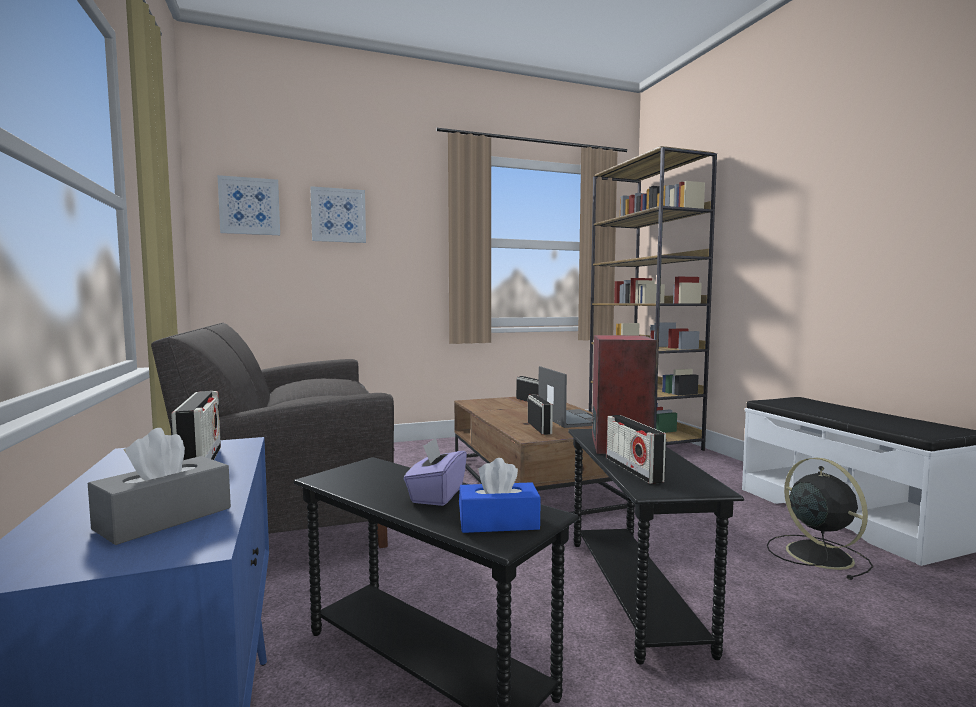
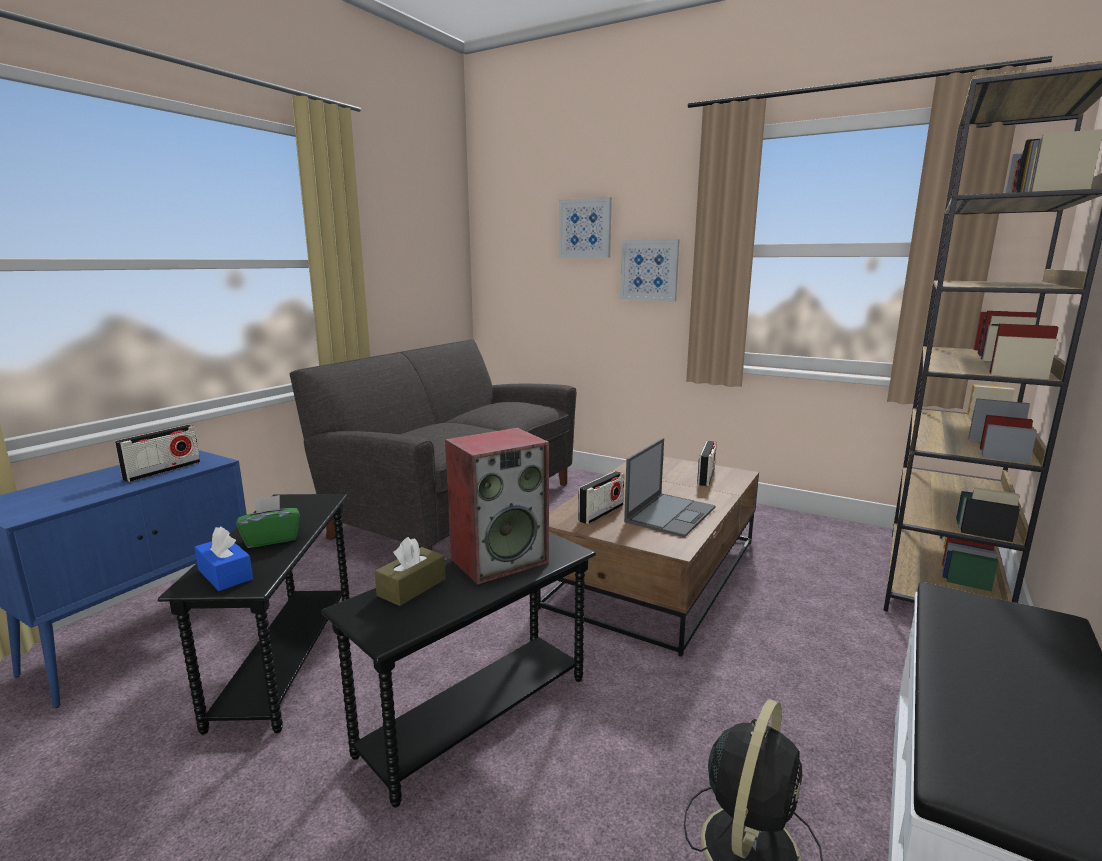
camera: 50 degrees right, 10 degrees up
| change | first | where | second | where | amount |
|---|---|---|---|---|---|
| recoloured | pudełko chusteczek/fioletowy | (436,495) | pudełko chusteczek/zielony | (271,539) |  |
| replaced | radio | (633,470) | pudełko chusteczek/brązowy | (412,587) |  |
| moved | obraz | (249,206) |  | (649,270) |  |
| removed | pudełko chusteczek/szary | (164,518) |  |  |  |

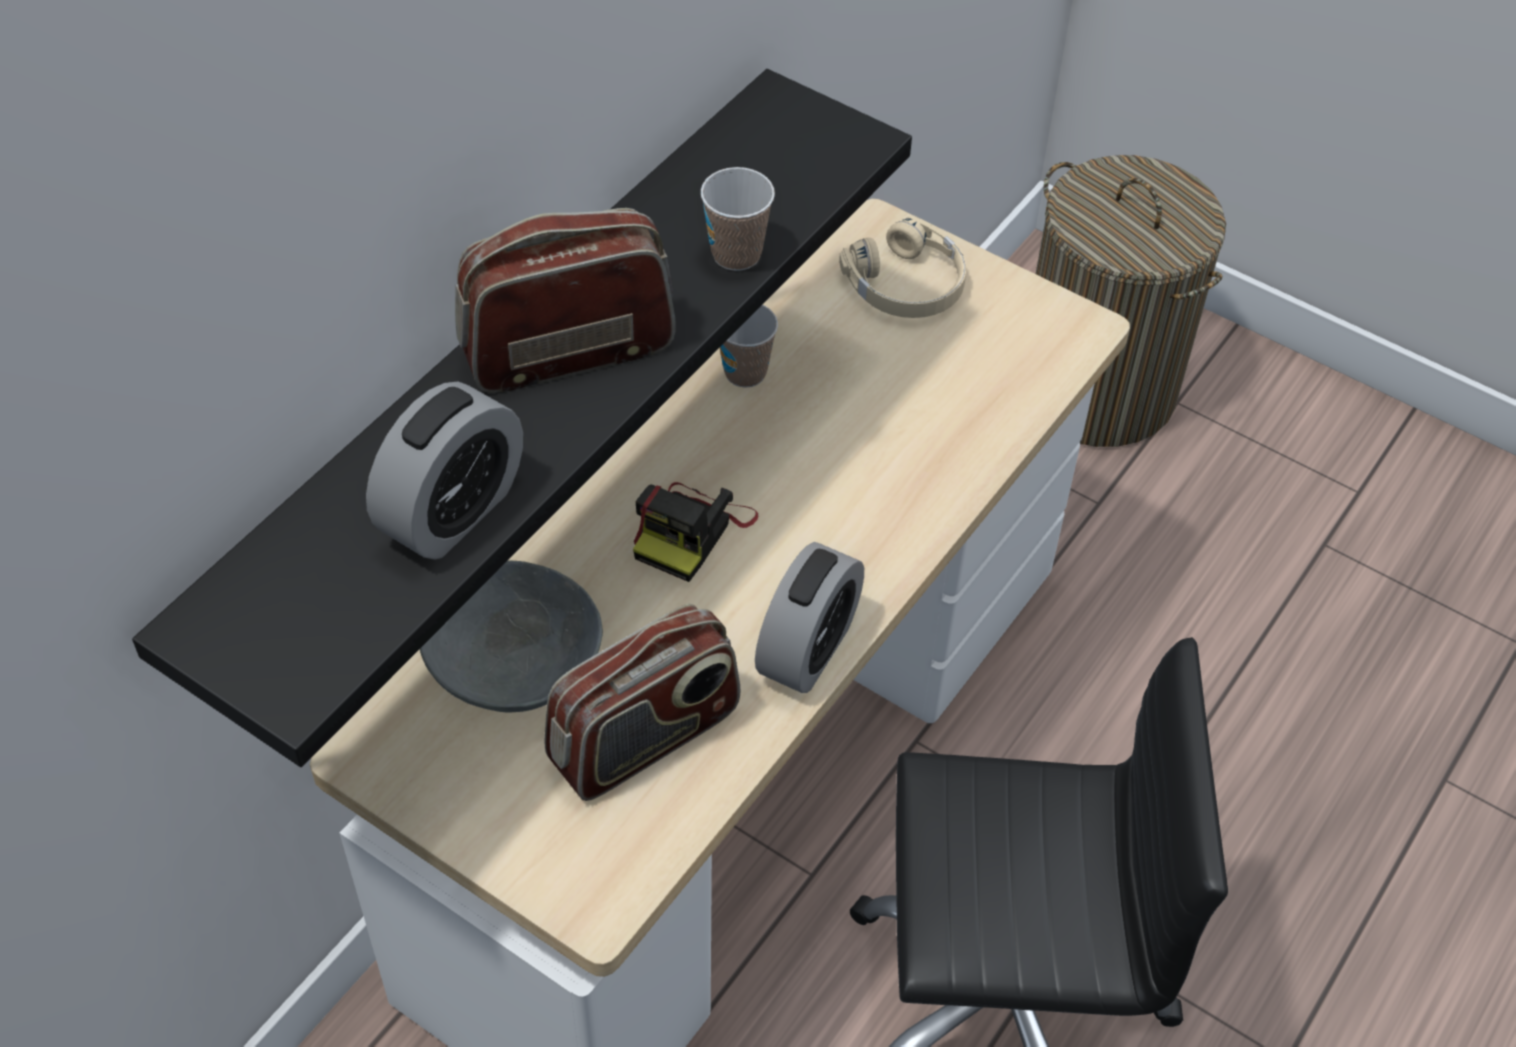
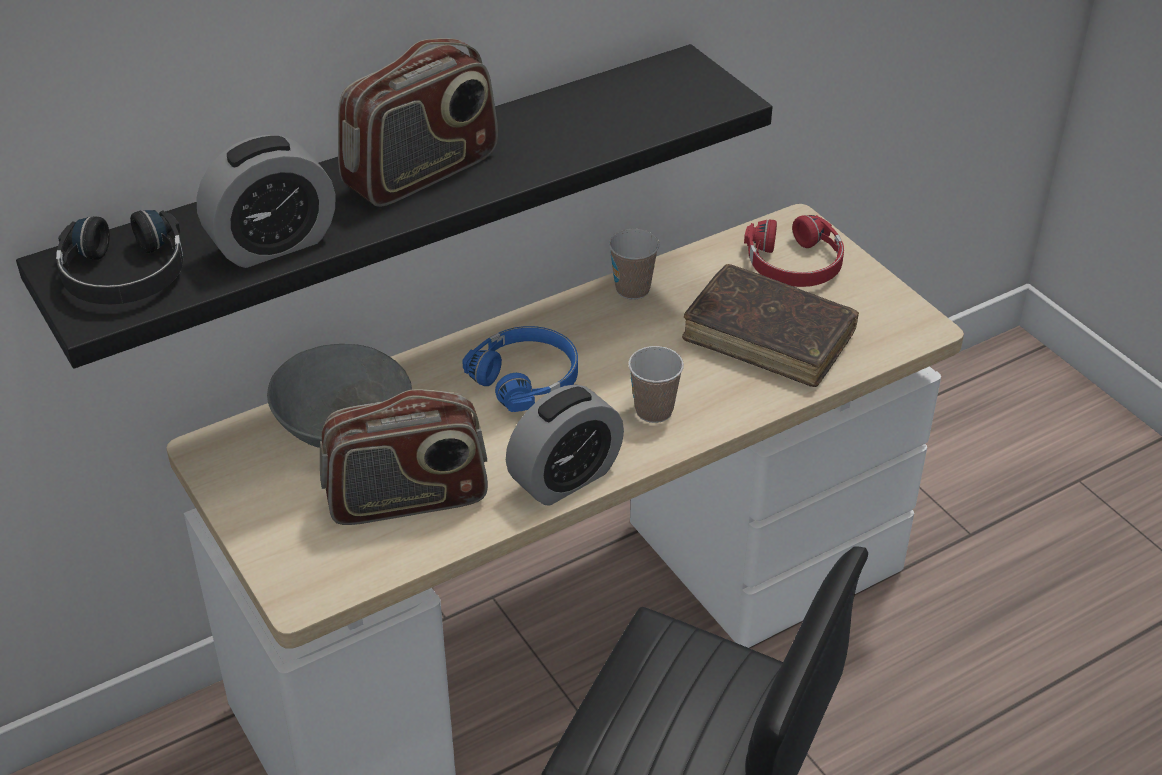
camera: 25 degrees right, 10 degrees down
| change | first | where | second | where | amount |
|---|---|---|---|---|---|
| added |  |  | słuchawki/czarny | (124,275) |  |
| turned | radio | (568,350) |  | (422,172) | 135 degrees clockwise |
| replaced | aparat fotograficzny | (691,532) | słuchawki/niebieski | (527,378) |  |
| moved | filiżanka | (736,254) |  | (654,411) |  |
| added |  |  | książka/brązowy | (768,338) |  |
| recoloured | słuchawki/beżowy | (907,284) | słuchawki/czerwony | (795,264) |  |
| removed | kosz na pranie | (1095,388) |  |  |  |

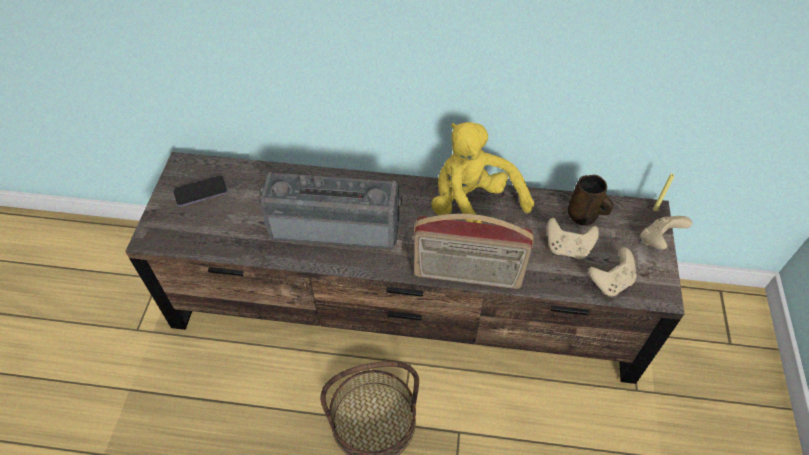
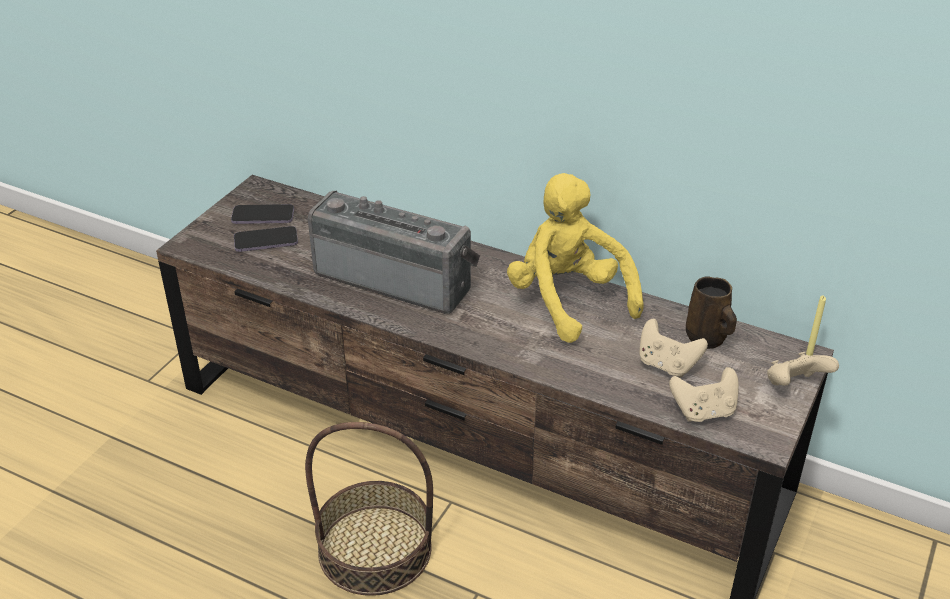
camera: 20 degrees right, 15 degrees down
| change | first | where | second | where | amount |
|---|---|---|---|---|---|
| added |  |  | telefon | (266,241) |  |
| removed | radio | (467,276) |  |  |  |

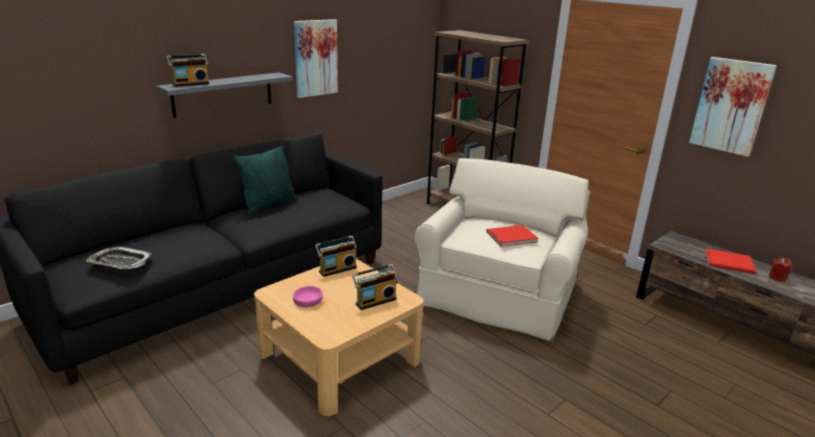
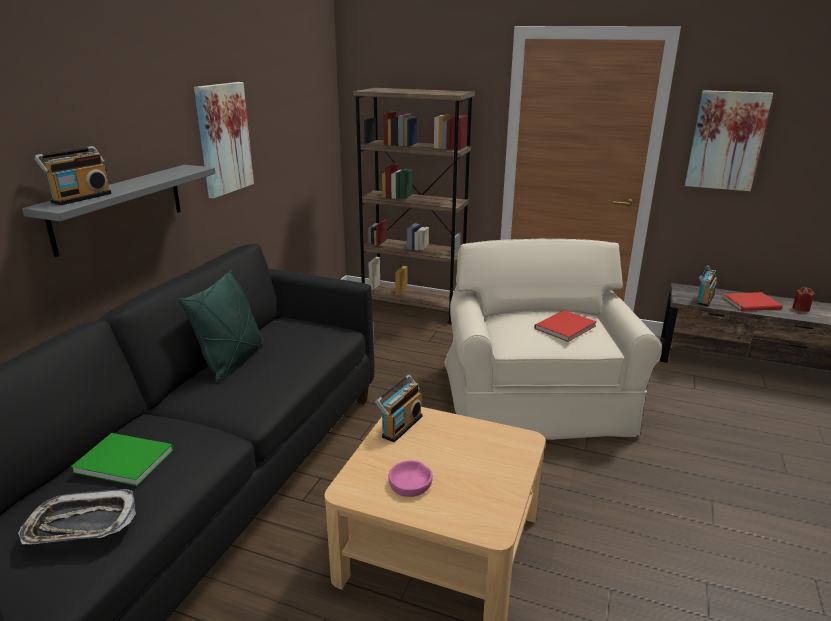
camera: 25 degrees left, 0 degrees up
| change | first | where | second | where | amount |
|---|---|---|---|---|---|
| added |  |  | książka/zielony | (124,459) |  |
| moved | radio | (375,301) |  | (703,299) |  |

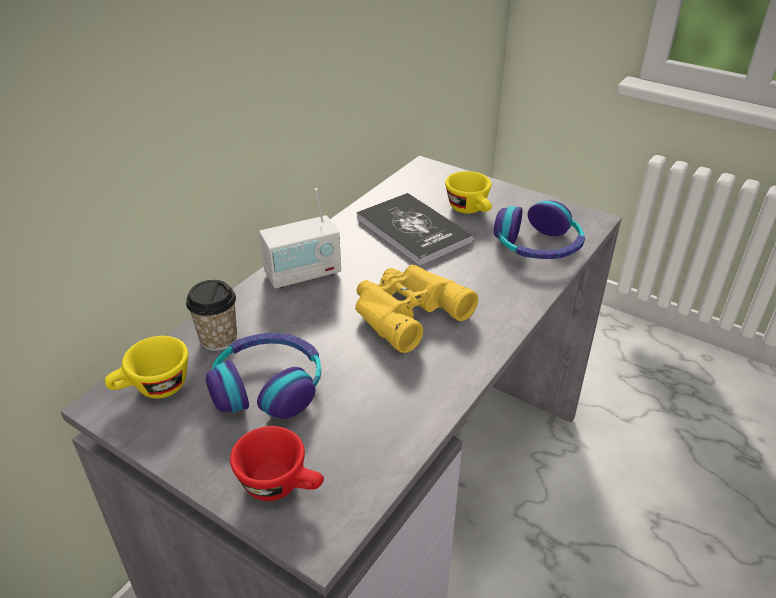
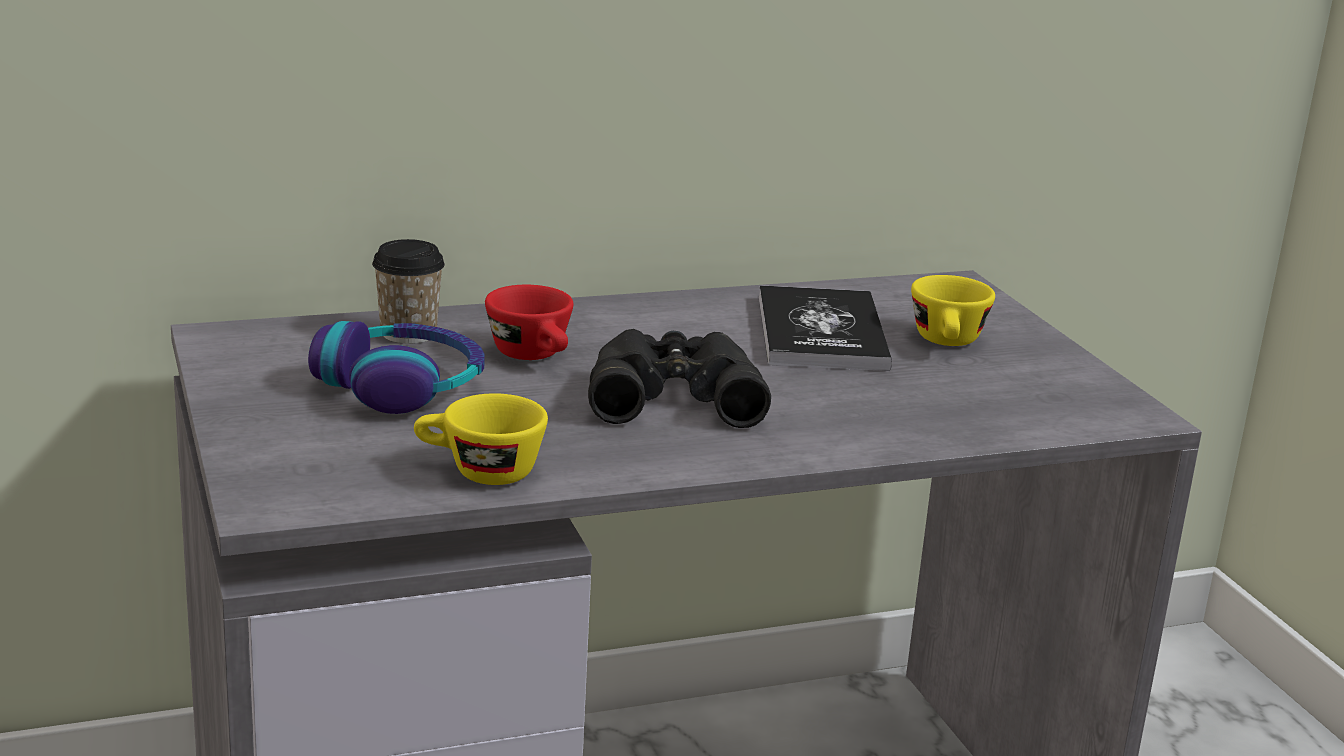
camera: 35 degrees right, 15 degrees down
| change | first | where | second | where | amount |
|---|---|---|---|---|---|
| moved | filiżanka/żółty | (153,389) |  | (479,472) |  |
| moved | filiżanka/czerwony | (282,485) |  | (535,356) |  |
| recoloured | lornetka/żółty | (405,311) | lornetka/czarny | (673,394) |  |
| removed | radio | (303,274) |  |  |  |
| removed | słuchawki | (537,246) |  |  |  |

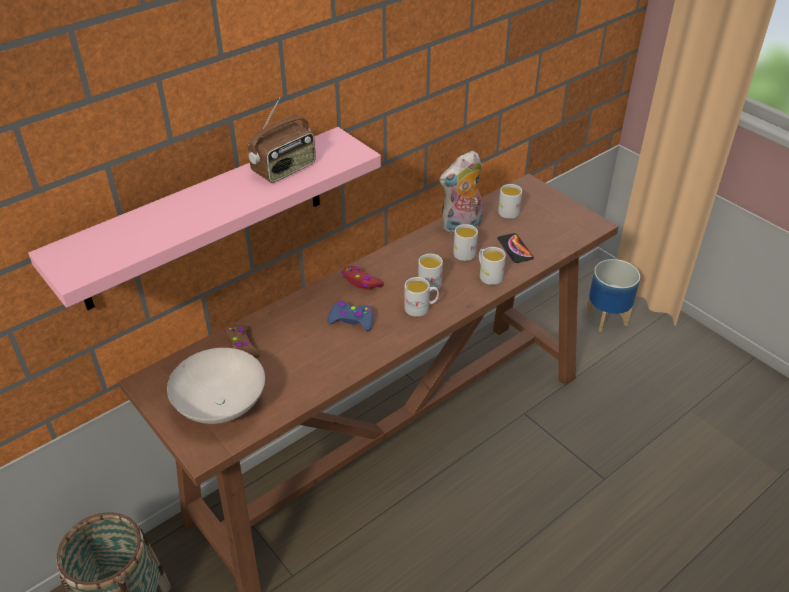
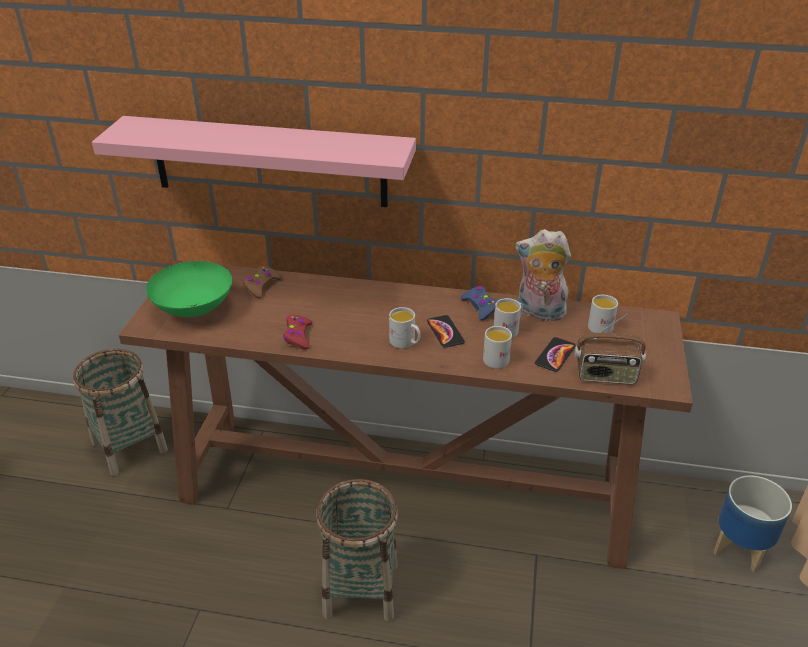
camera: 50 degrees right, 5 degrees down
| change | first | where | second | where | amount |
|---|---|---|---|---|---|
| recoloured | miska/biały | (221,404) | miska/zielony | (195,308) |  |
| moved | pad do gier/czerwony | (361,282) |  | (298,336) |  |
| added |  |  | koszyk | (361,589) |  |
| replaced | kubek/biały | (431,281) | telefon | (445,332) |  |
| moved | pad do gier/niebieski | (351,320) |  | (480,307) |  |
| moved | radio | (284,169) |  | (606,375) |  |

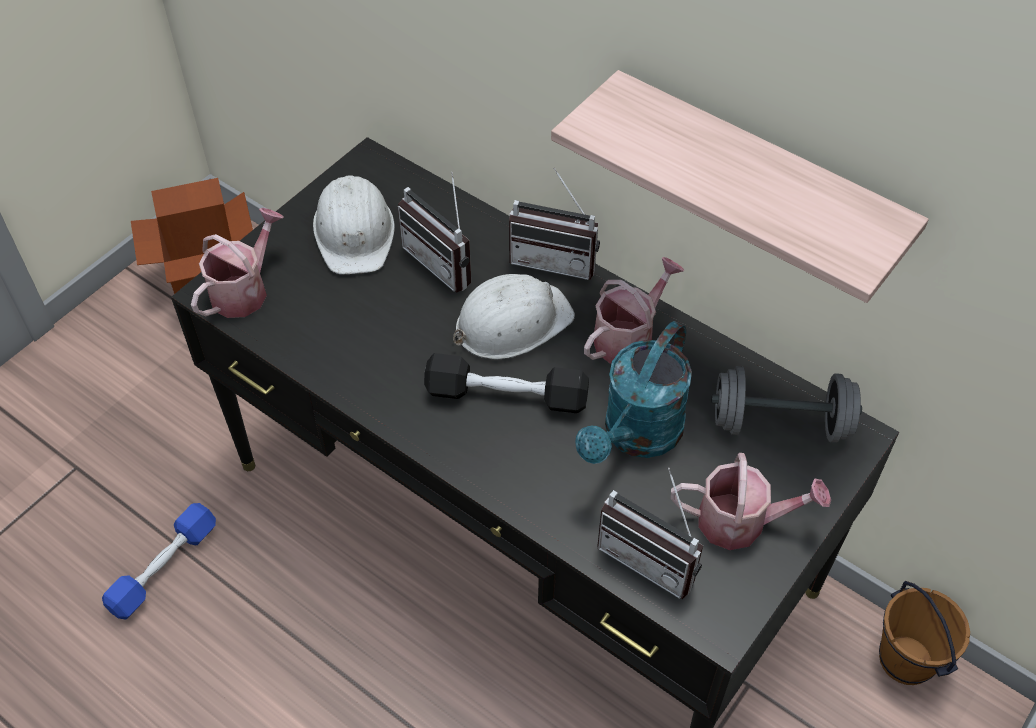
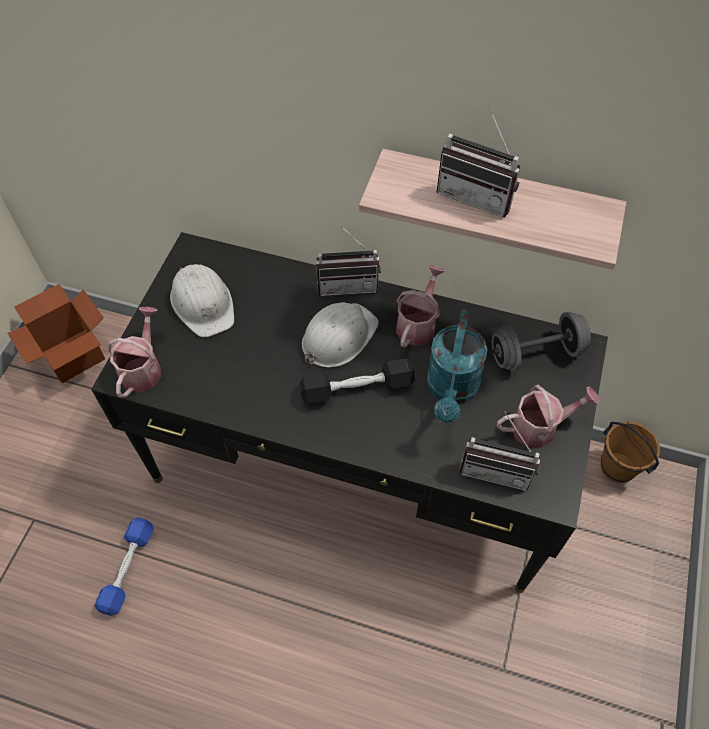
camera: 20 degrees left, 5 degrees up
| change | first | where | second | where | amount |
|---|---|---|---|---|---|
| moved | radio | (445,261) |  | (477,195) |  |

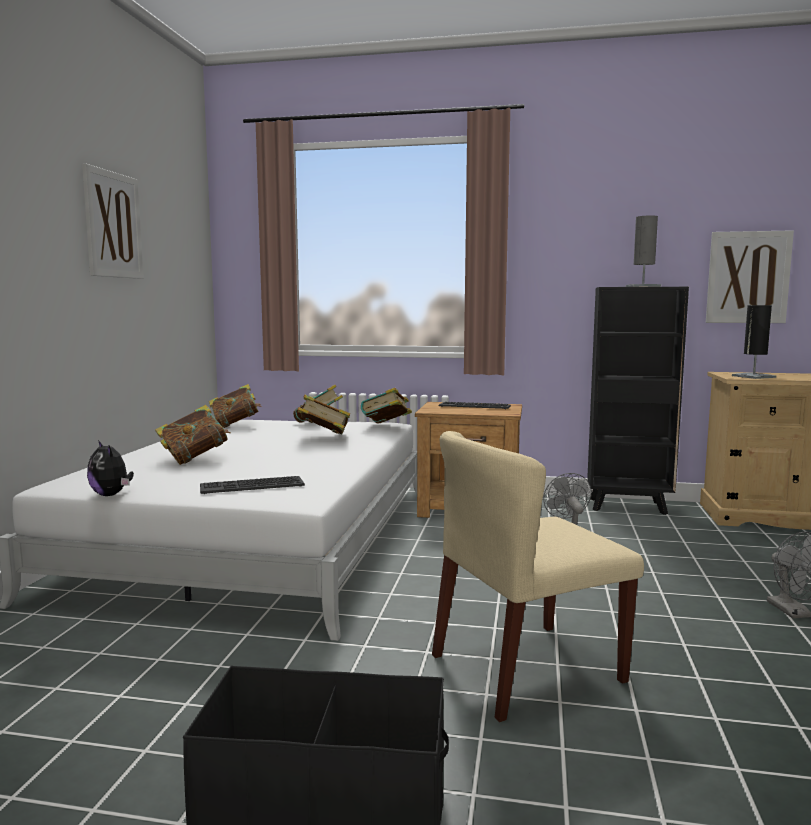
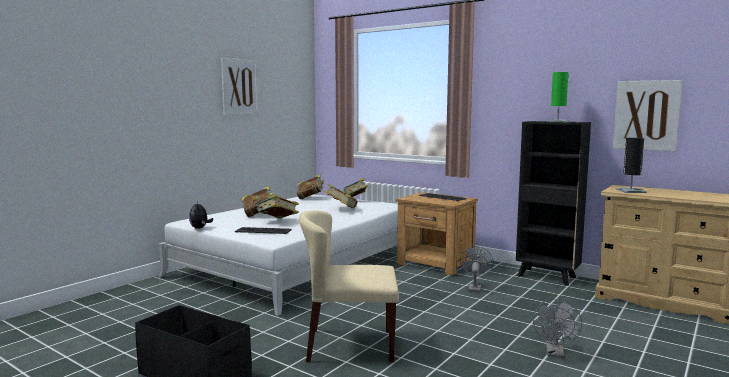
camera: 25 degrees right, 0 degrees up
| change | first | where | second | where | amount |
|---|---|---|---|---|---|
| moved | książka | (386,426) |  | (278,221) |  |
| recoloured | lampa stołowa/szary | (643,286) | lampa stołowa/zielony | (557,121) |  |

